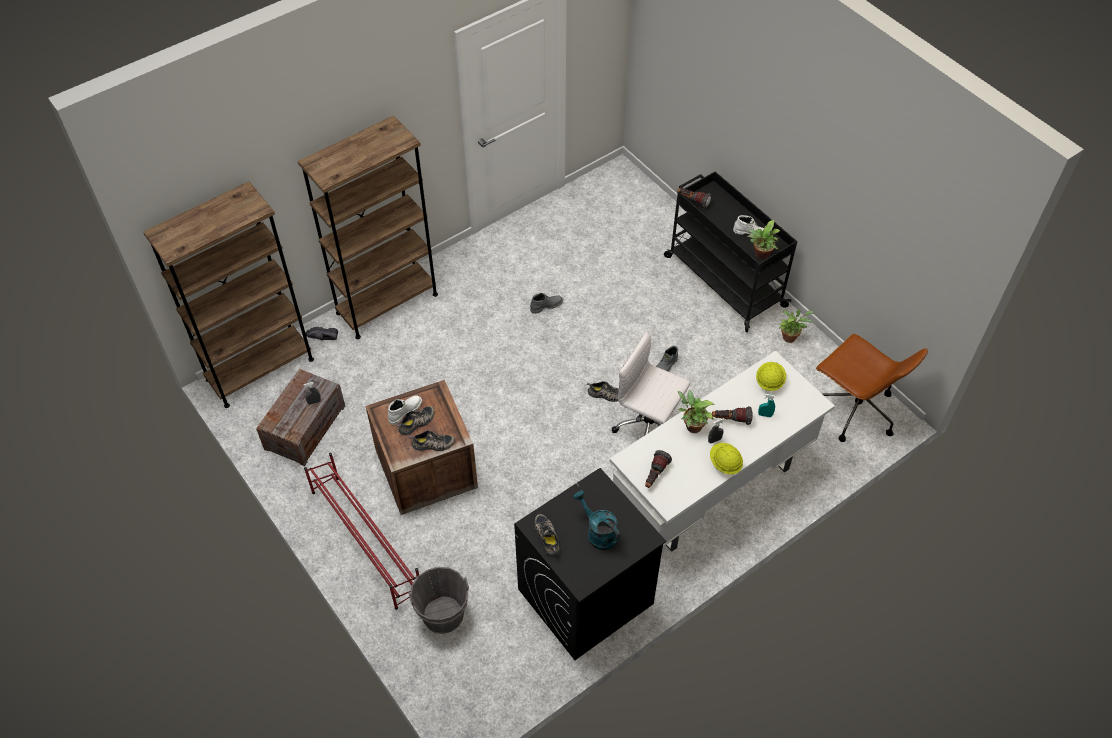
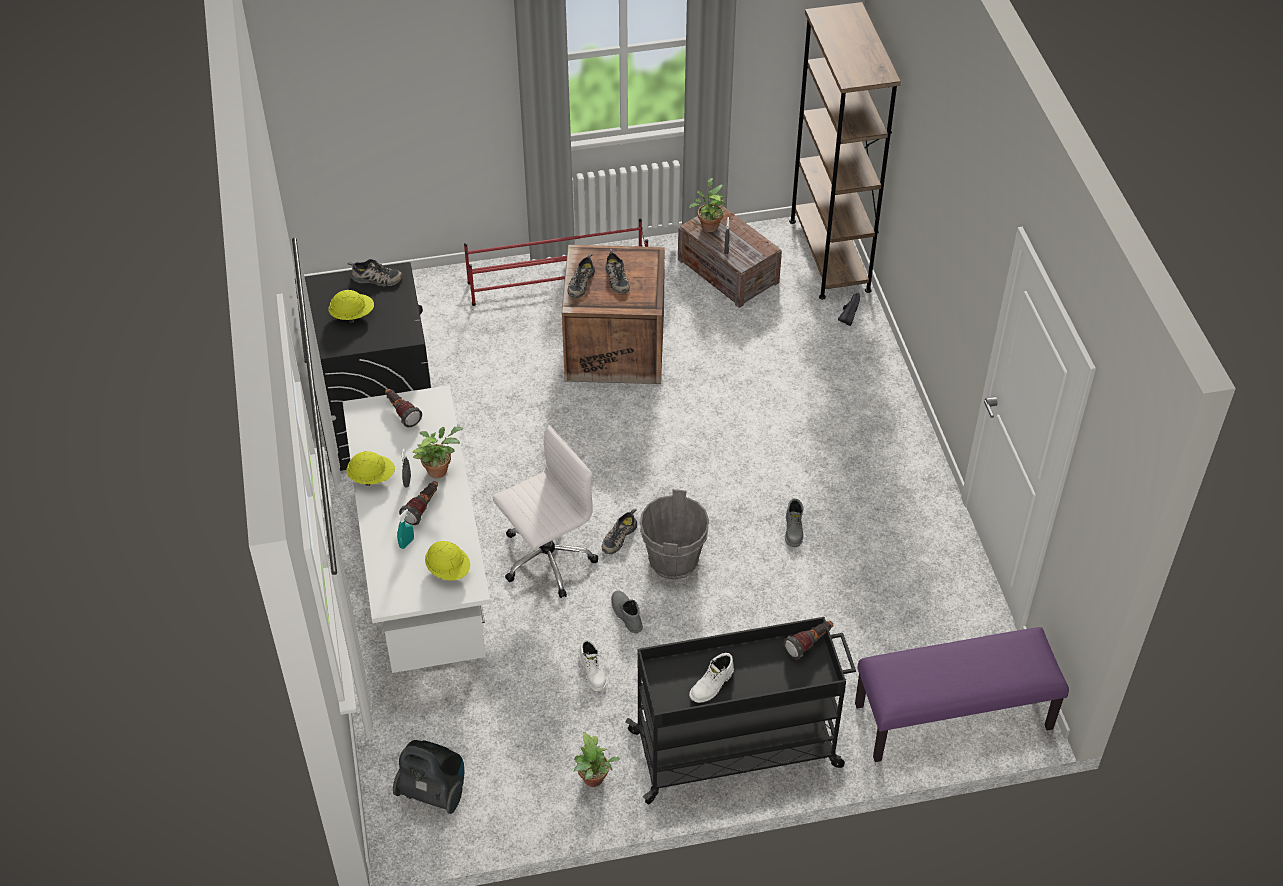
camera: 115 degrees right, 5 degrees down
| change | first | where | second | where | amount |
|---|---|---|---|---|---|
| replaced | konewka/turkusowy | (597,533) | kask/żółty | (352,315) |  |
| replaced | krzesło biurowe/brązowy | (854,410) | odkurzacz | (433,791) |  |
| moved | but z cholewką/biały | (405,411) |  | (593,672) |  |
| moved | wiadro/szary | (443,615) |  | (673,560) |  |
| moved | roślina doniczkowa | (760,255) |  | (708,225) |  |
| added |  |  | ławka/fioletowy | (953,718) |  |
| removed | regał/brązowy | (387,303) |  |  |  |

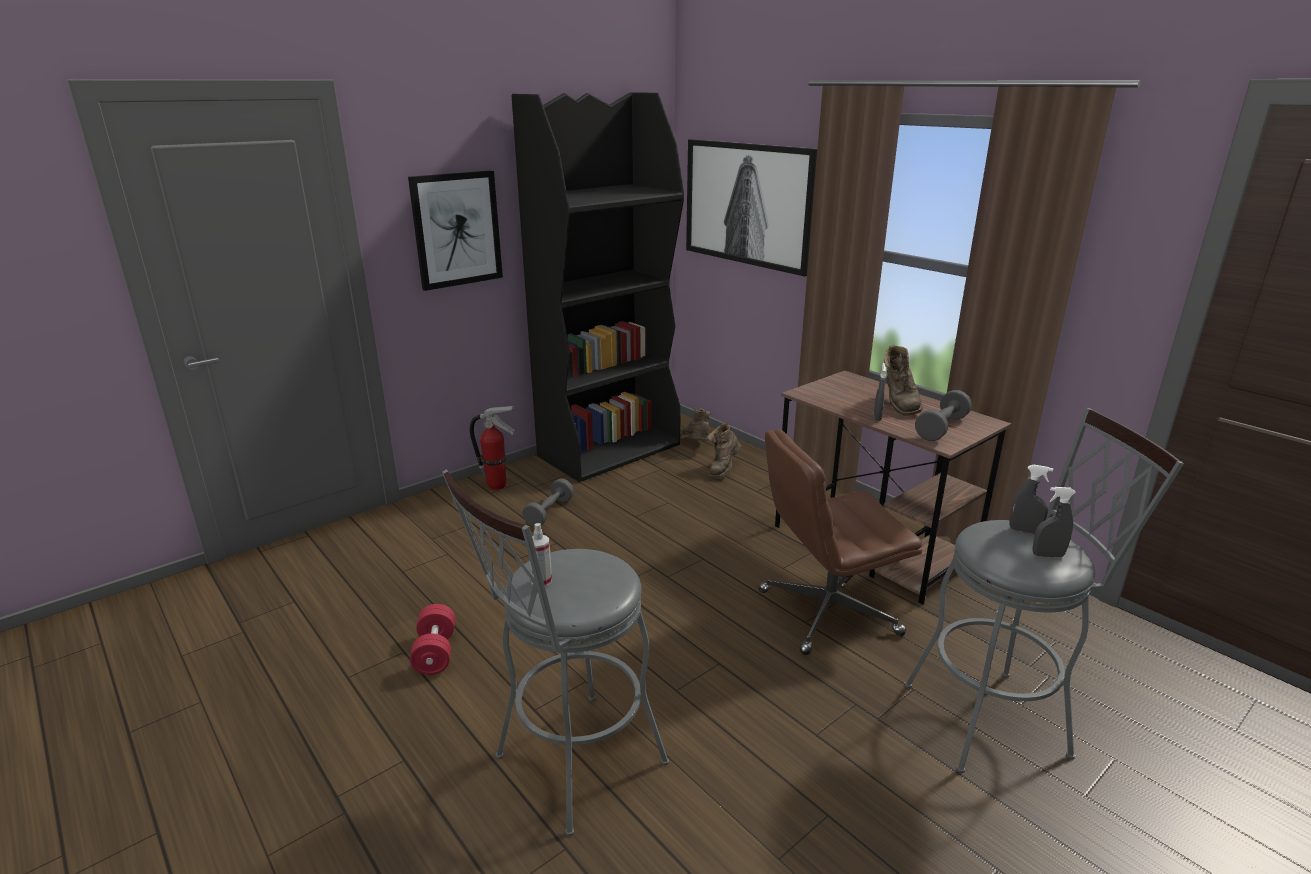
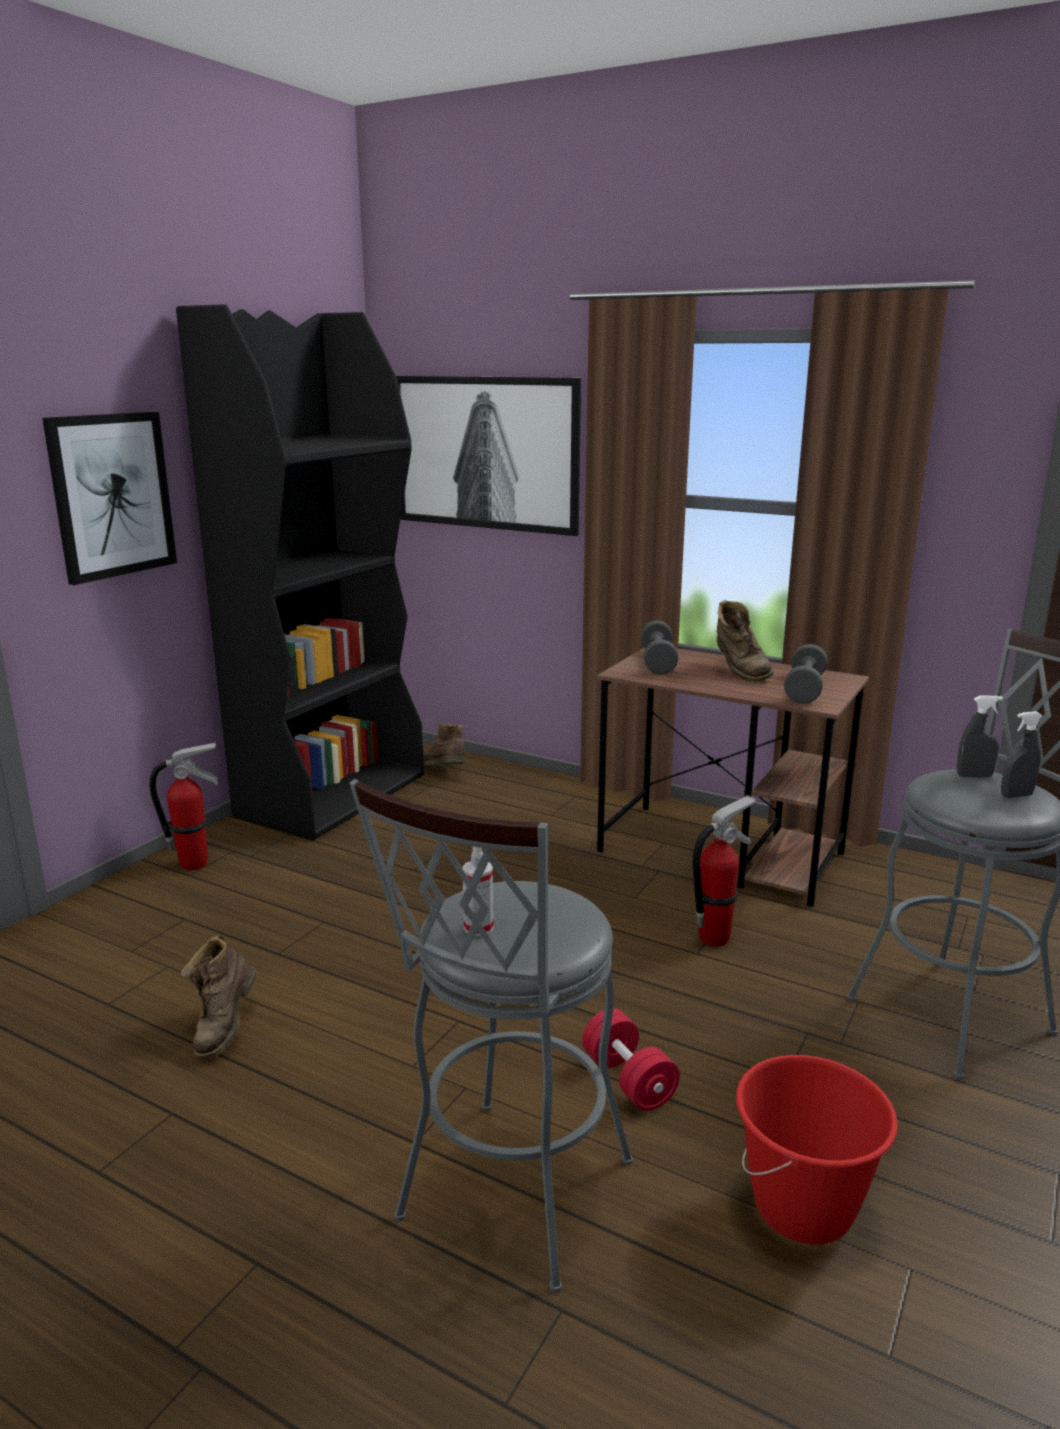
camera: 20 degrees left, 5 degrees down
| change | first | where | second | where | amount |
|---|---|---|---|---|---|
| moved | but z cholewką/brązowy | (723,469) |  | (224,1029) |  |
| moved | hantel/czerwony | (435,653) |  | (628,1080) |  |
| moved | hantel/szary | (549,512) |  | (657,662) |  |
| replaced | krzesło biurowe/brązowy | (826,613) | gaśnica | (715,938) |  |
| added |  |  | wiadro/czerwony | (803,1208) |  |
| removed | spryskiwacz/szary | (877,417) |  |  |  |

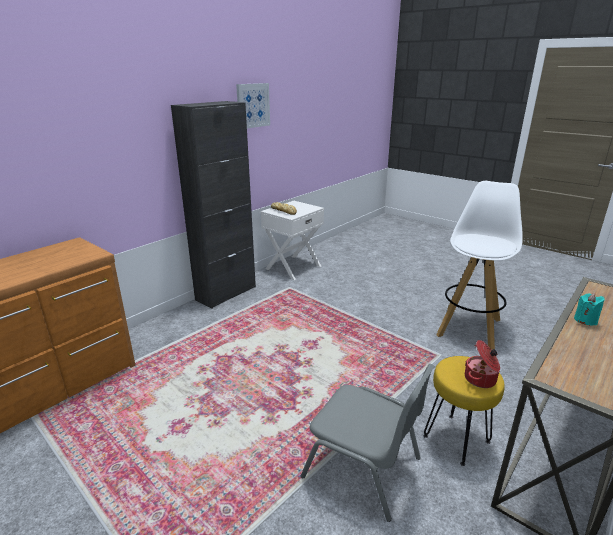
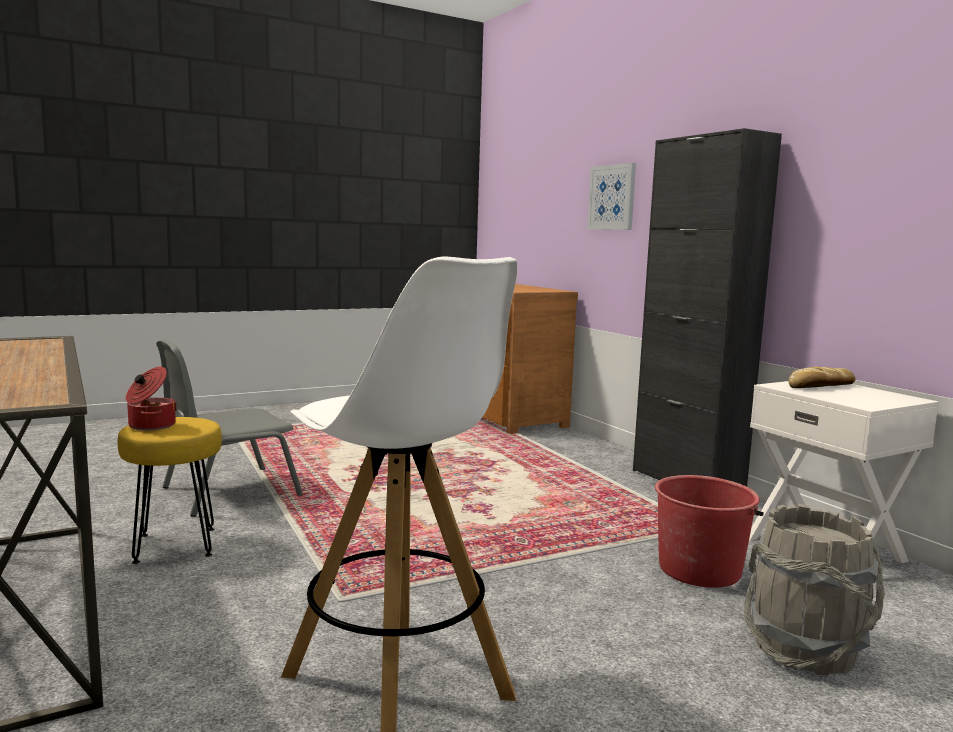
camera: 110 degrees right, 15 degrees down
| change | first | where | second | where | amount |
|---|---|---|---|---|---|
| moved | obraz | (253,105) |  | (612,197) |  |
| added |  |  | wiadro/czerwony | (700,569) |  |
| added |  |  | wiadro/szary | (805,649) |  |
| removed | świeca/turkusowy | (585,320) |  |  |  |

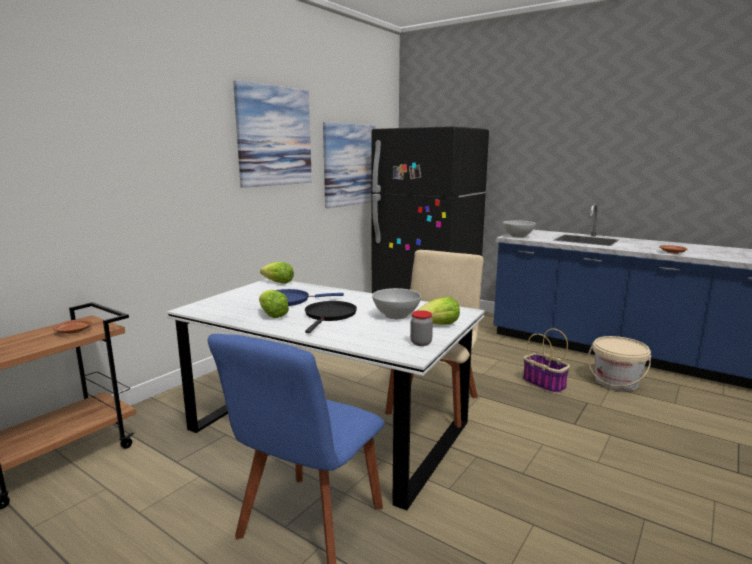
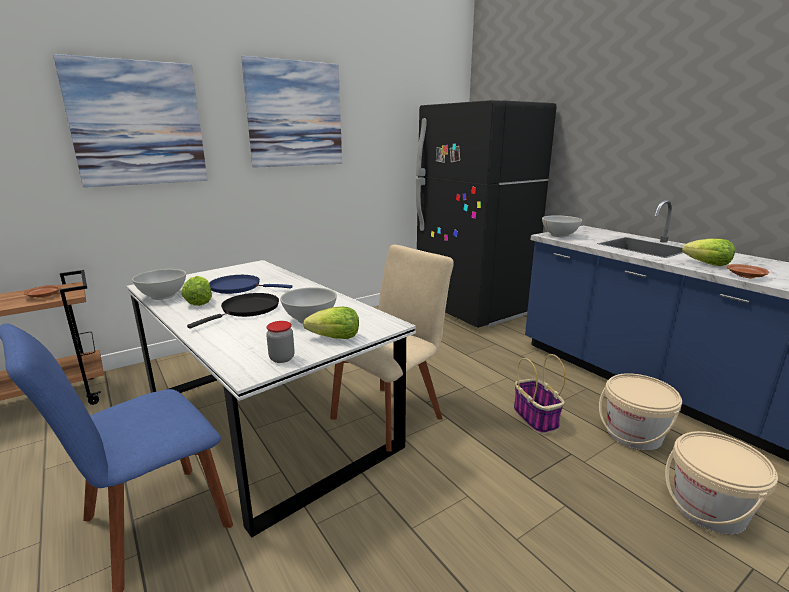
camera: 20 degrees right, 5 degrees up
| change | first | where | second | where | amount |
|---|---|---|---|---|---|
| moved | obraz | (349,165) |  | (138,124) |  |
| added |  |  | miska/biały | (162,296) |  |
| added |  |  | wiadro/beżowy | (708,509) |  |
| moved | sałata | (278,282) |  | (707,264) |  |

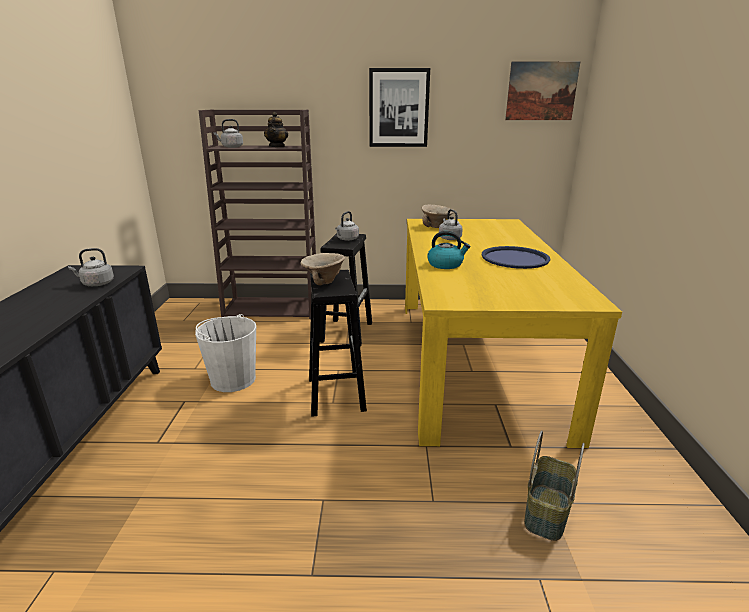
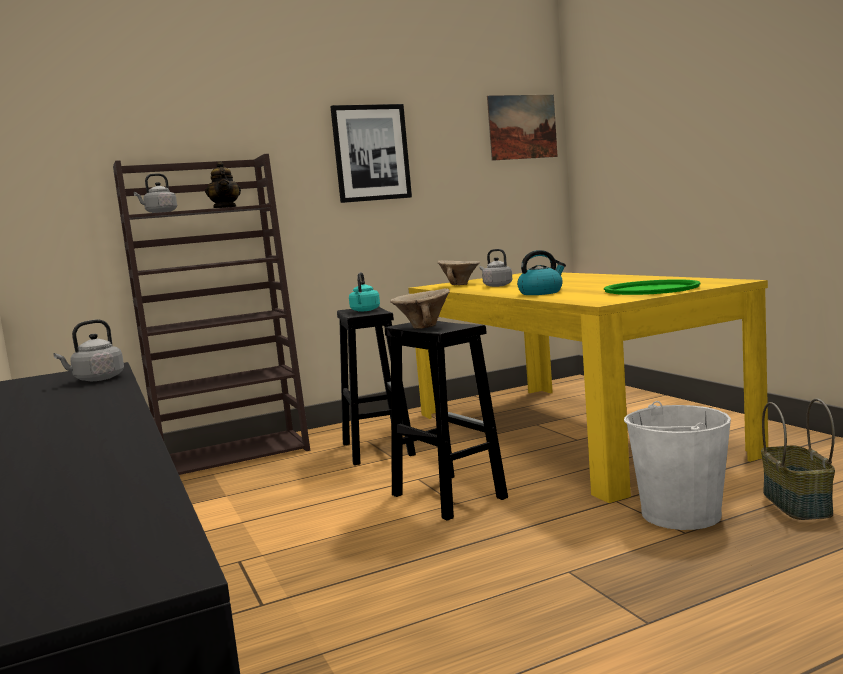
camera: 25 degrees left, 15 degrees down
| change | first | where | second | where | amount |
|---|---|---|---|---|---|
| recoloured | czajnik/szary | (347,239) | czajnik/turkusowy | (365,310) |  |
| added |  |  | taca/zielony | (651,289) |  |
| moved | wiadro/biały | (233,379) |  | (679,514) |  |
| removed | taca/niebieski | (514,258) |  |  |  |

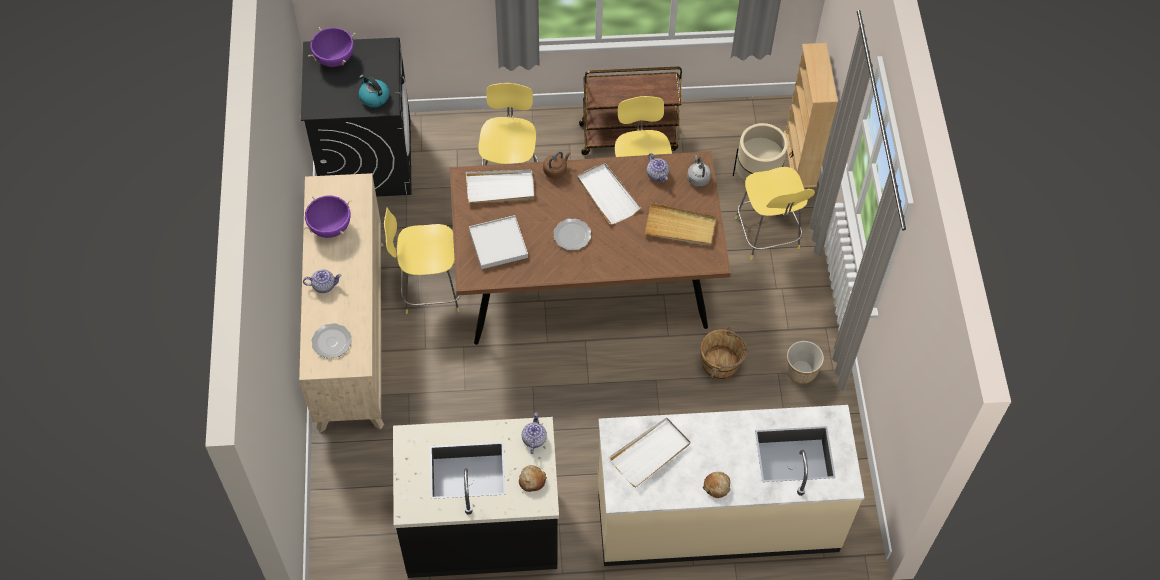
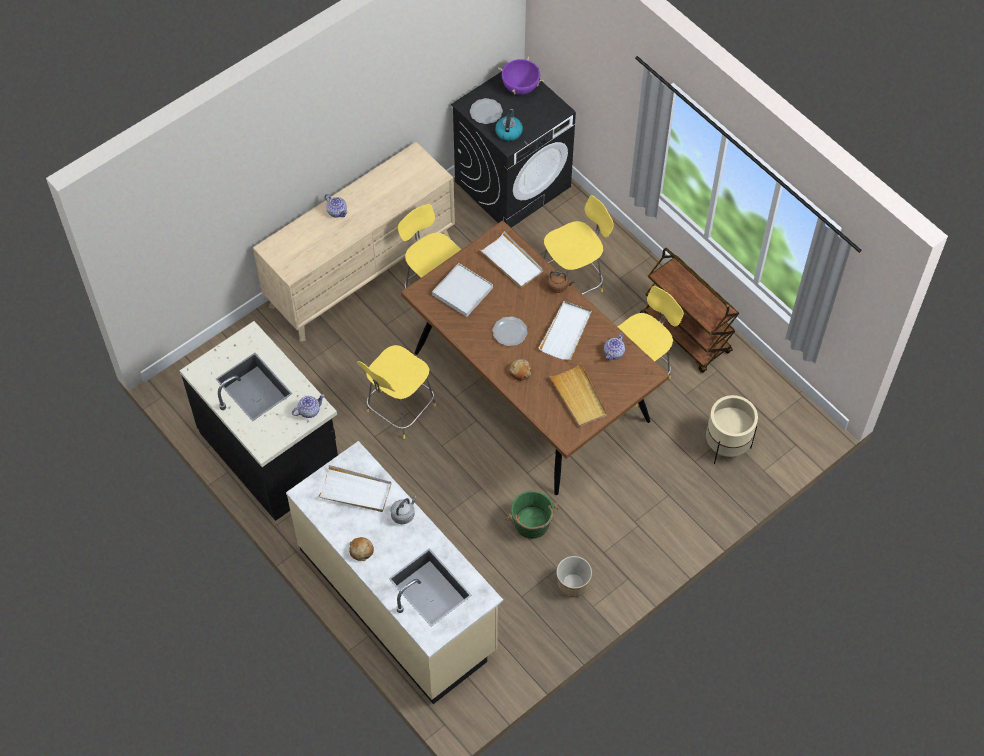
camera: 55 degrees right, 0 degrees up
| change | first | where | second | where | amount |
|---|---|---|---|---|---|
| moved | stołek/żółty | (767,235) |  | (399,410) |  |
| moved | czajnik/szary | (698,178) |  | (404,514) |  |
| moved | talerz | (332,341) |  | (486,112) |  |
| recoloured | wiadro/brązowy | (721,364) | wiadro/zielony | (532,524) |  |
| moved | chleb | (532,480) |  | (520,371) |  |
| removed | garnek/fioletowy | (330,228) |  |  |  |
| removed | regał/beżowy | (800,159) |  |  |  |

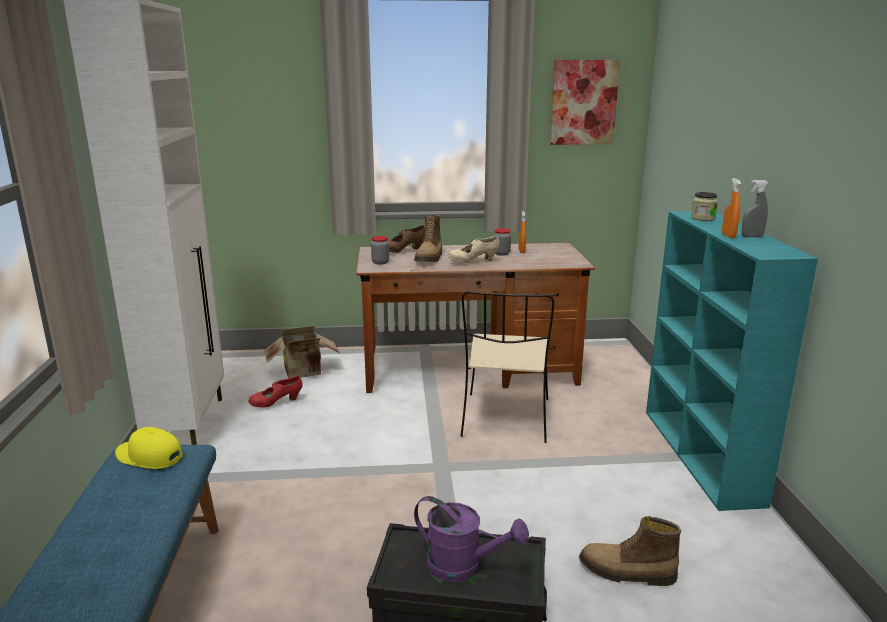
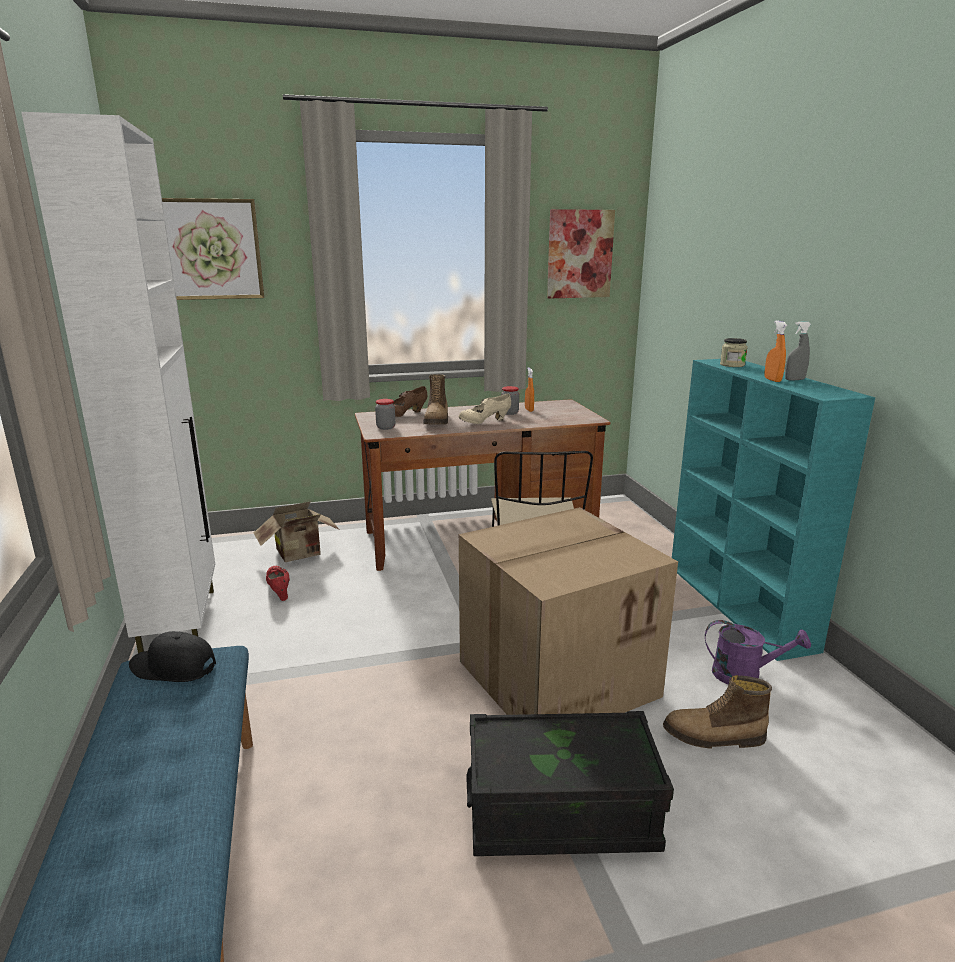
camera: 10 degrees left, 0 degrees up
| change | first | where | second | where | amount |
|---|---|---|---|---|---|
| recoloured | czapka z daszkiem/żółty | (149,457) | czapka z daszkiem/czarny | (173,667) |  |
| added |  |  | obraz | (210,249) |  |
| turned | but/czerwony | (276,403) |  | (279,590) | 105 degrees clockwise |
| added |  |  | karton | (558,676) |  |
| moved | konewka/fioletowy | (463,567) |  | (745,675) |  |

